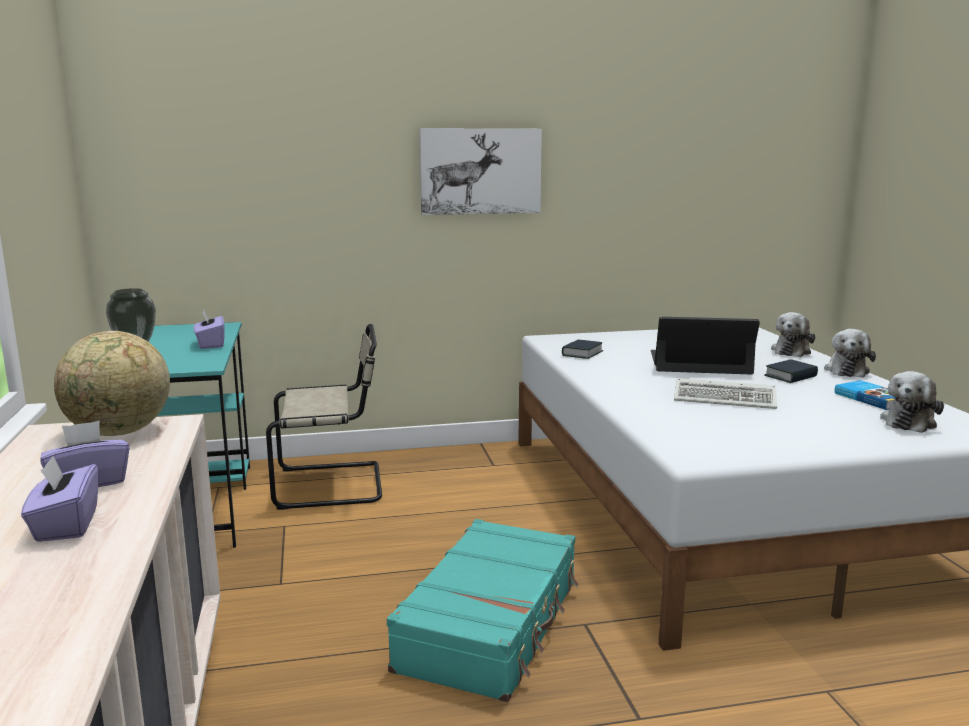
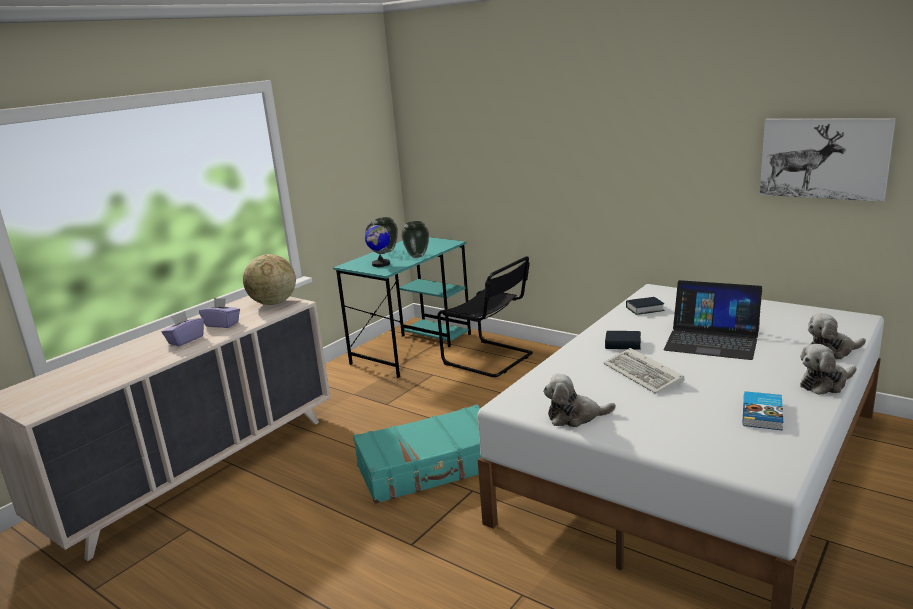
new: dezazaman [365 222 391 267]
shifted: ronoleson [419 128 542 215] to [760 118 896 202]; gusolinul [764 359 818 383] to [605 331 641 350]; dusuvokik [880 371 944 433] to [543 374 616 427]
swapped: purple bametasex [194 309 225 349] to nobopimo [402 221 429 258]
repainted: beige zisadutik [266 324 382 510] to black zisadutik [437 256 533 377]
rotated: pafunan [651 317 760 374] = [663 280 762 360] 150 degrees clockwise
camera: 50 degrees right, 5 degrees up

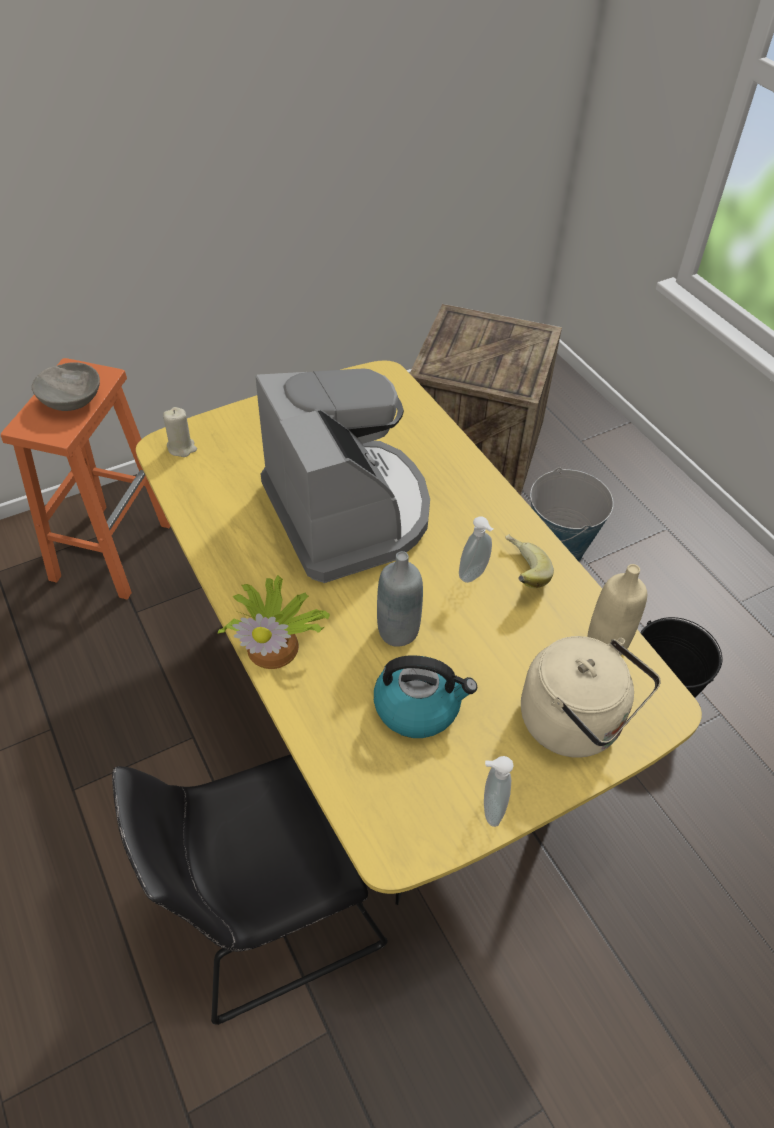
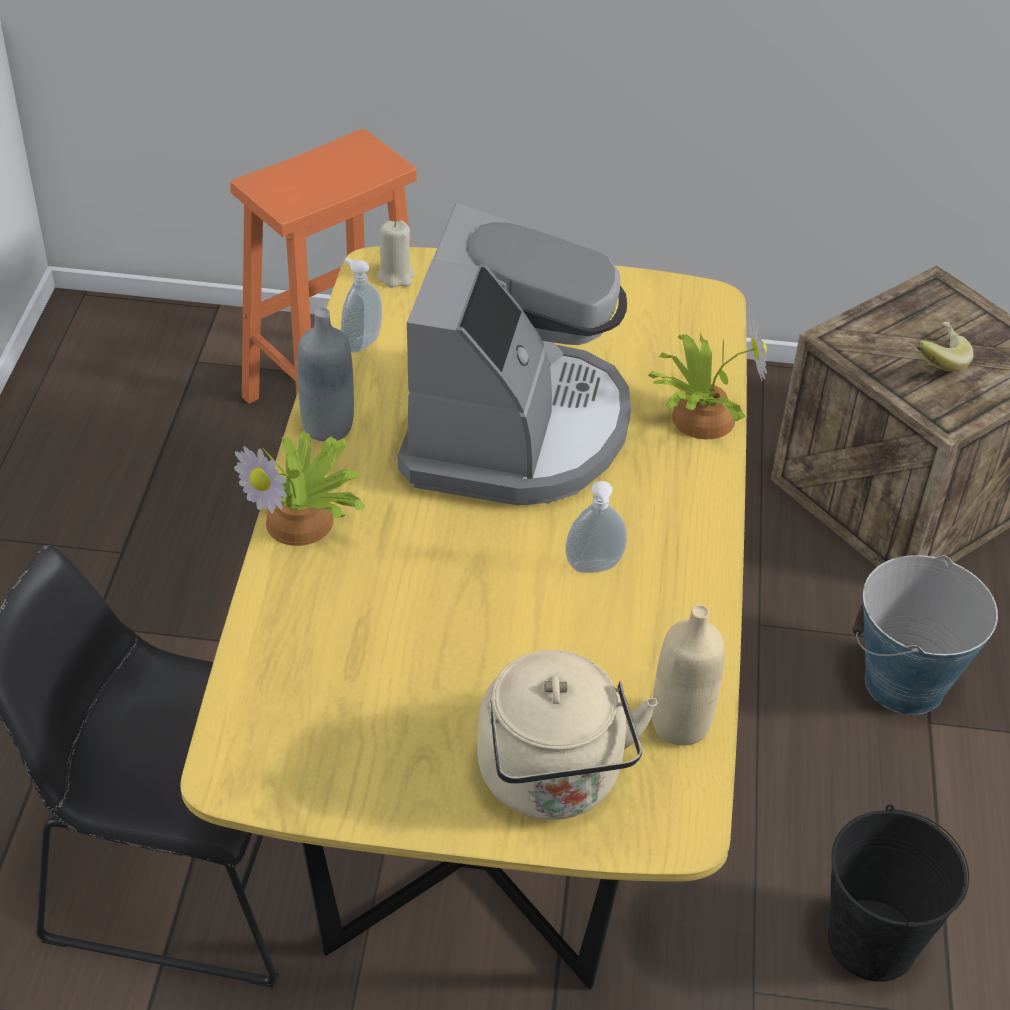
gone: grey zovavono [32 362 100 411]; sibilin [374 655 477 738]
new: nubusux [648 316 767 439]
shifted: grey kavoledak [377 551 423 647] to [297 308 354 442]; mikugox [484 756 514 827] to [341 258 382 353]; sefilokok [505 534 554 588] to [916 322 974 372]
camera: 35 degrees right, 5 degrees down

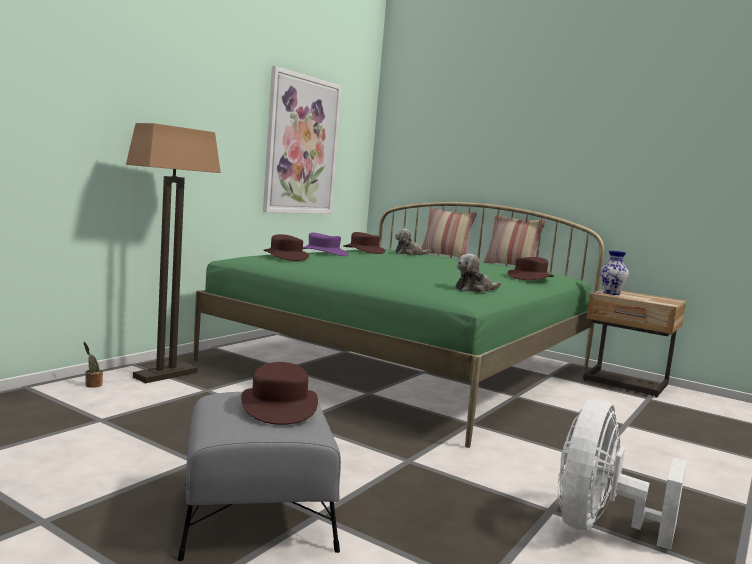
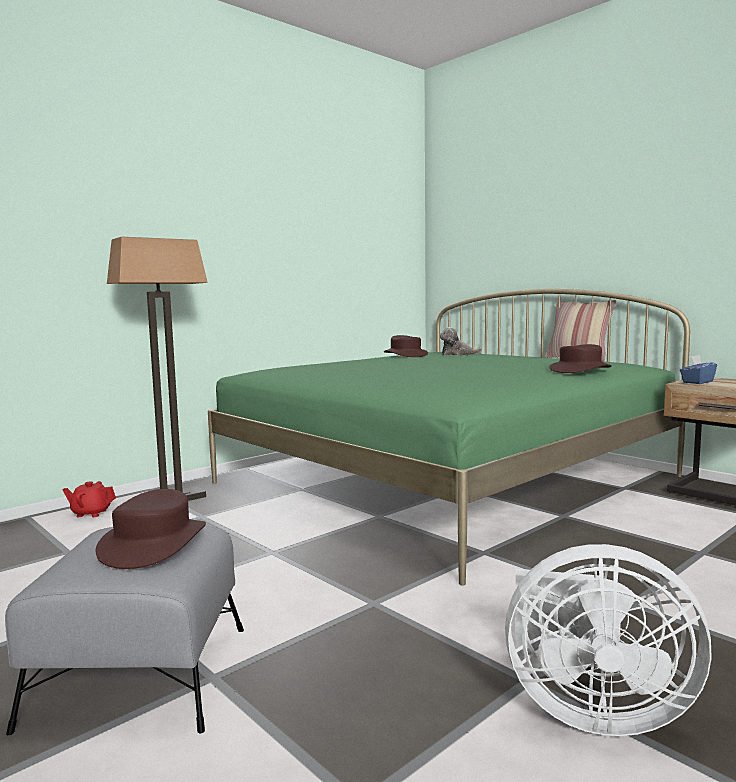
gone: ronoleson [263 66 342 214]; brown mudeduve [264 234 309 261]; purple mudeduve [303 233 349 256]; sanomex [421 208 477 258]; dusuvokik [455 254 501 292]
swapped: nubusux [84 342 103 388] to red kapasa [62 481 116 517]; nobopimo [600 250 629 295] to blue bametasex [680 355 717 384]
rotated: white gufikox [558 399 687 550] = [505 544 711 736] 120 degrees counterclockwise
camera: 15 degrees right, 0 degrees up

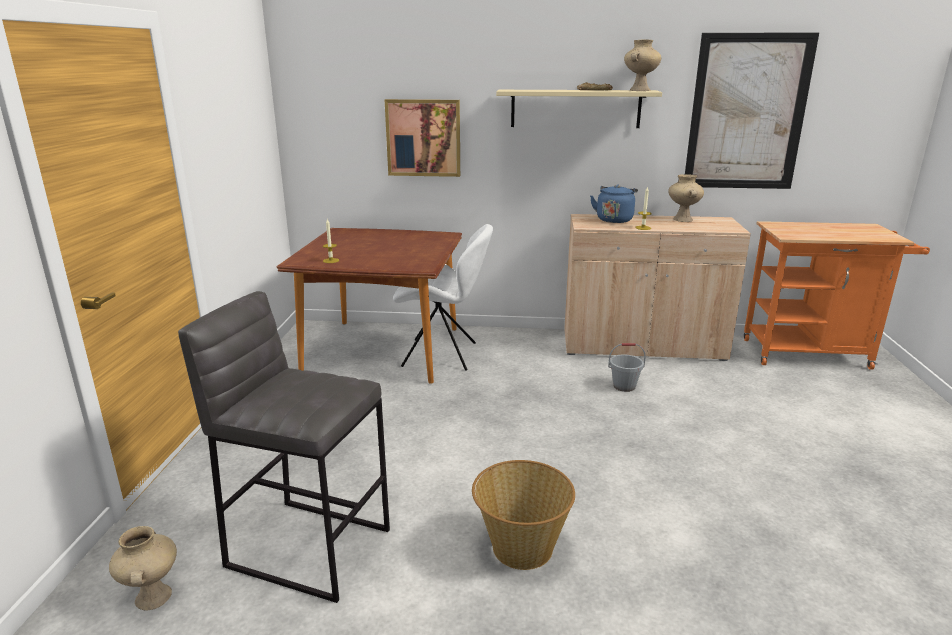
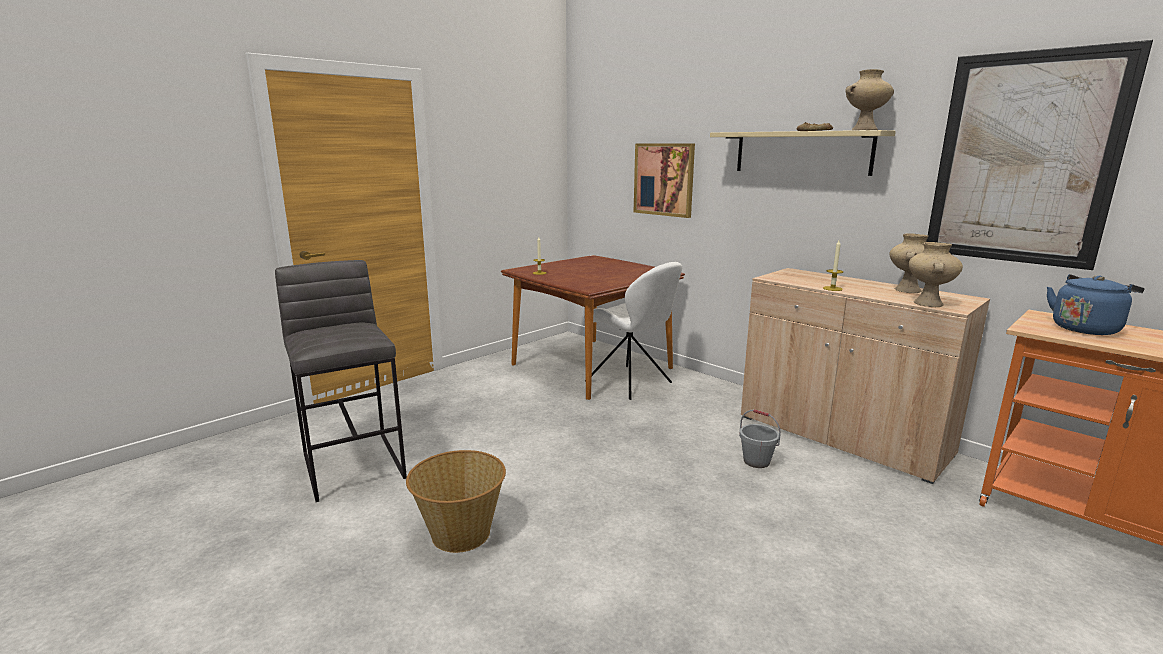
shifted: beige nobopimo [109 526 177 611] to [908 242 963 307]; blue sibilin [590 185 638 223] to [1047 274 1145 335]
camera: 40 degrees right, 5 degrees down

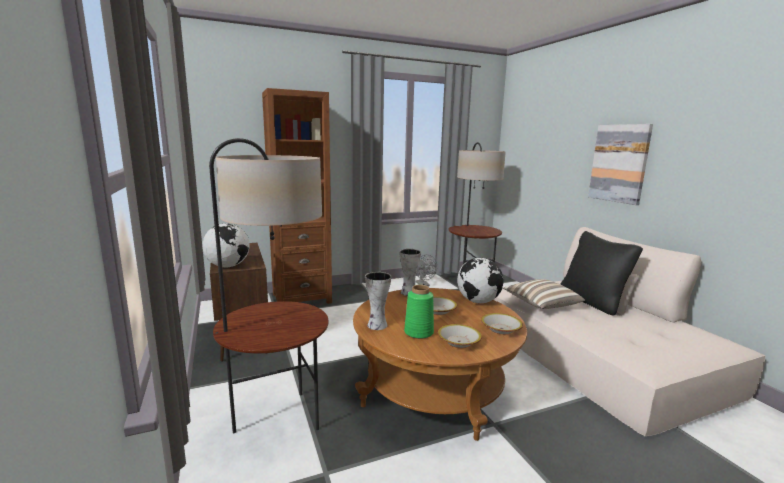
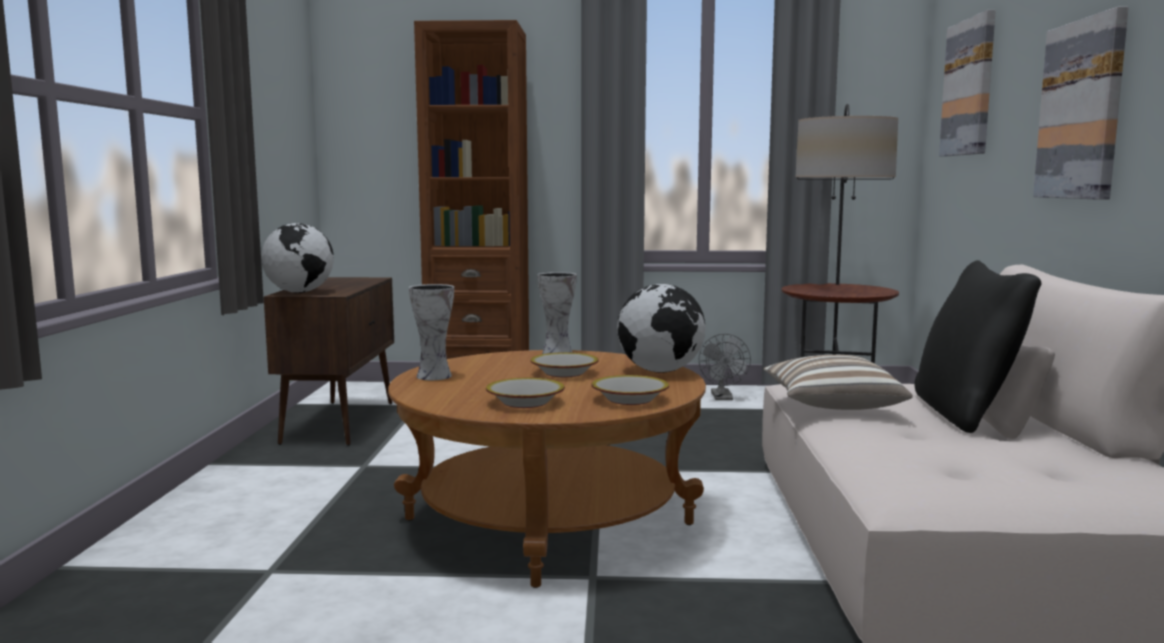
gone: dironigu [209 138 329 433]; green nobopimo [404 285 434 339]
new: ronoleson [939 10 996 157]
camera: 25 degrees right, 5 degrees down

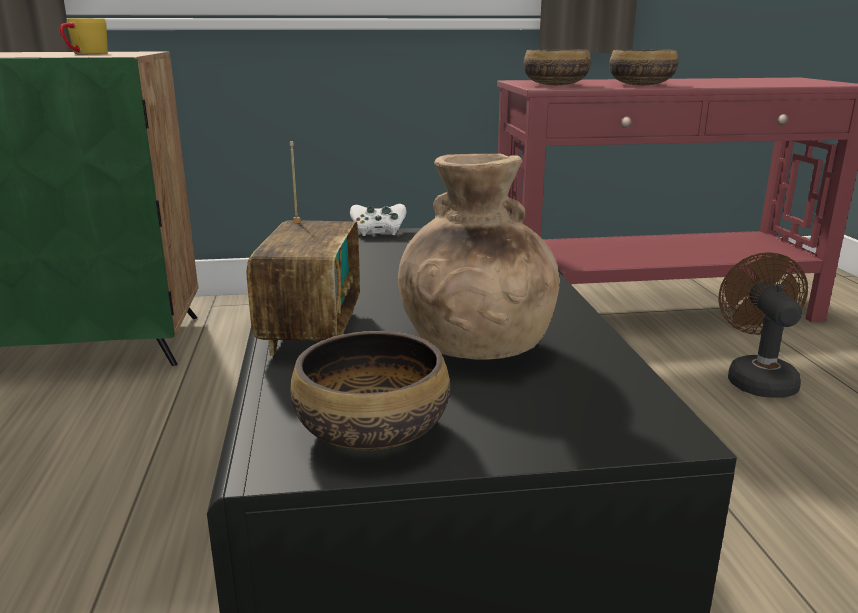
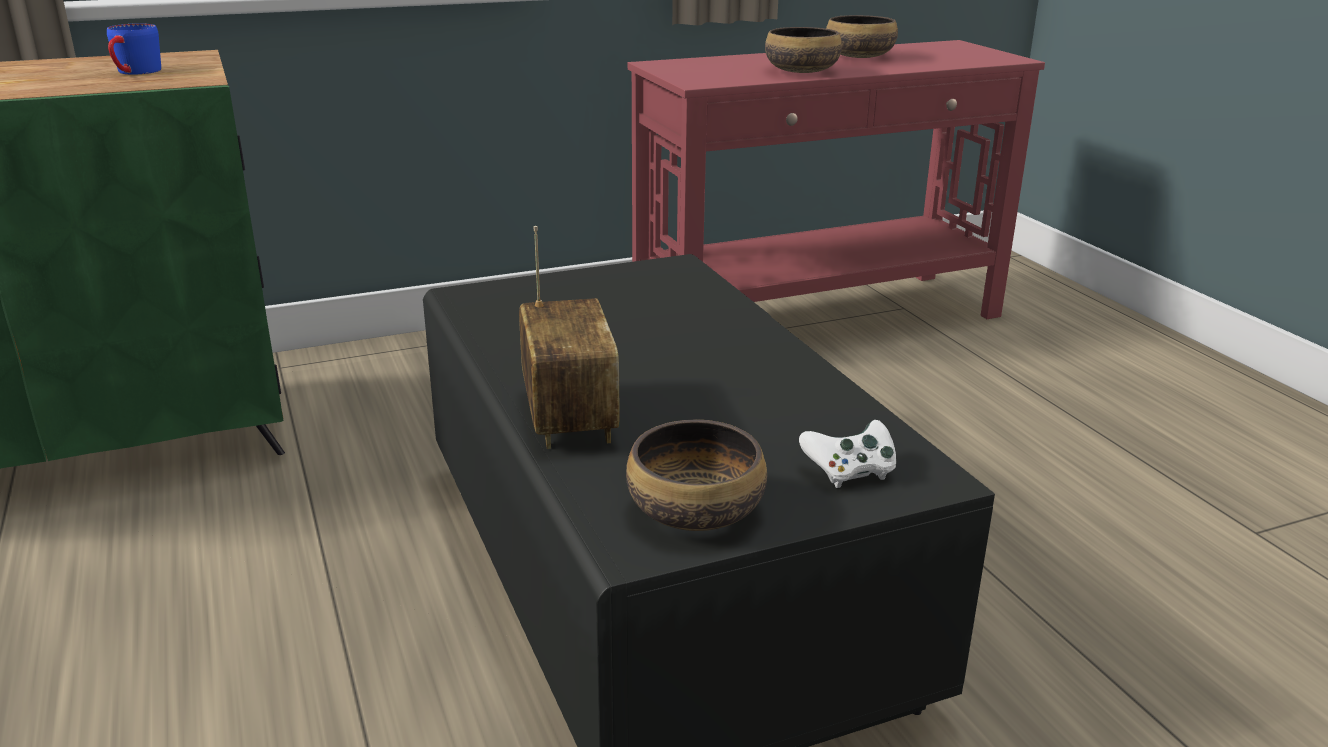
gone: brown nobopimo [398 154 560 360]; brown gufikox [719 252 808 398]
shifted: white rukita [350 204 406 236] to [799 420 896 488]; zovavono [523 49 591 85] to [826 15 898 58]
repainted: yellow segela [60 18 108 54] to blue segela [107 23 161 75]
camera: 15 degrees left, 5 degrees up

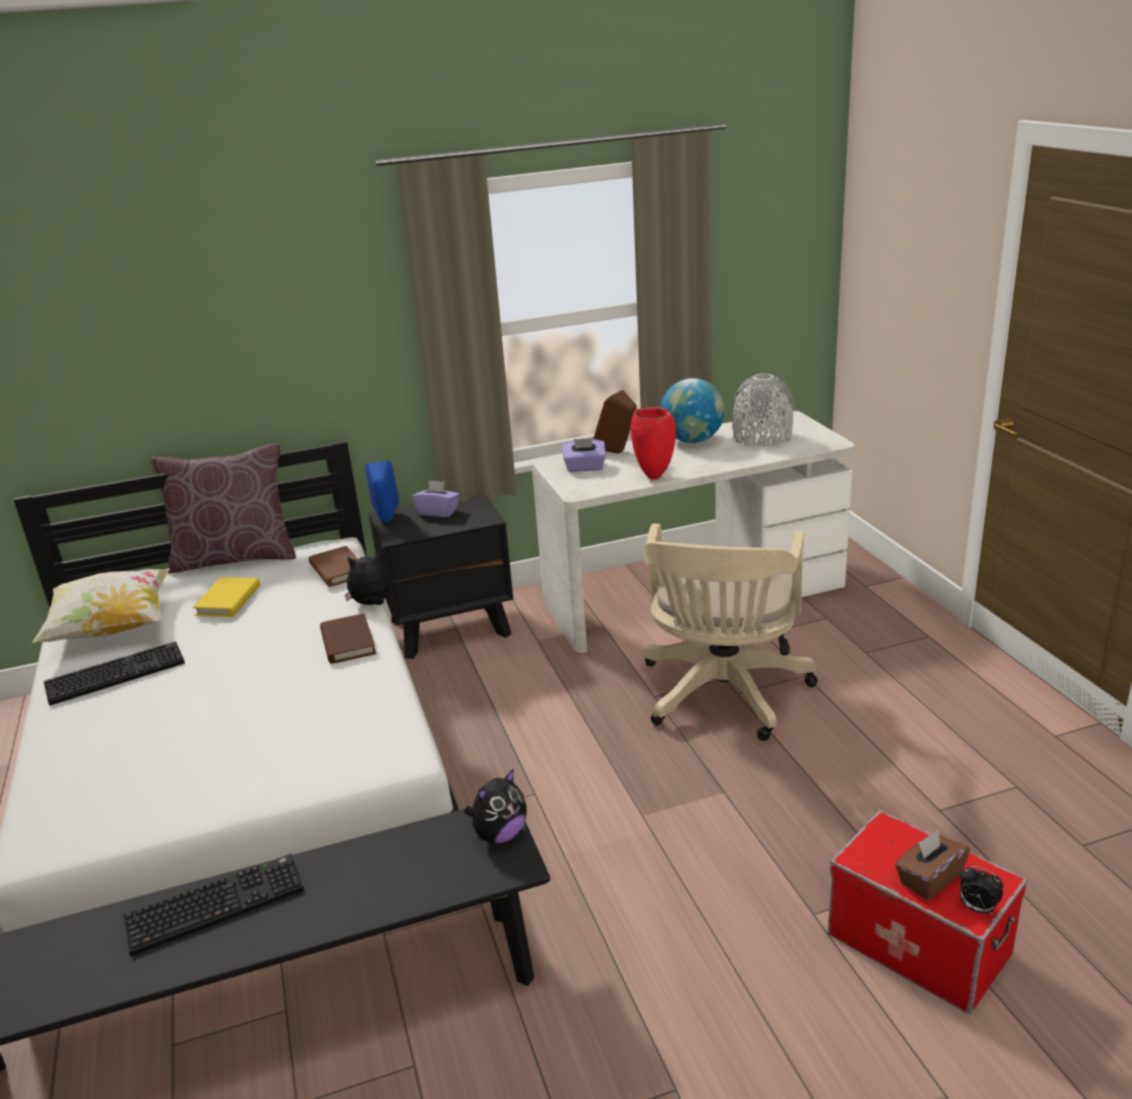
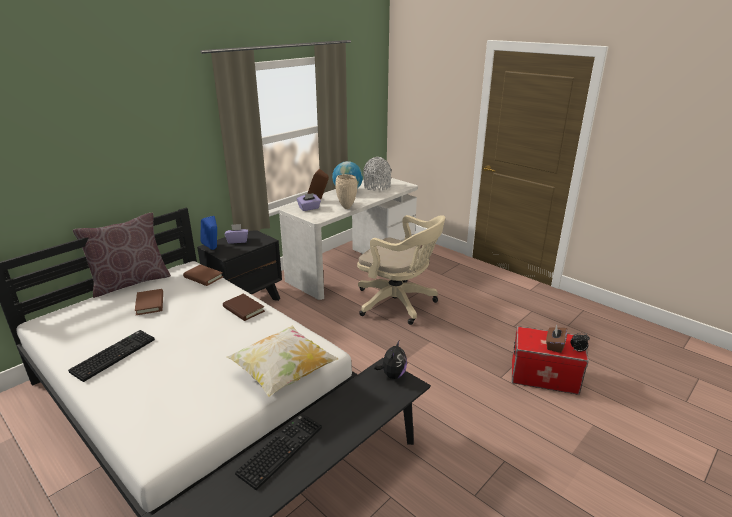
gone: dusuvokik [345 552 391 605]
shifted: sanomex [32 568 170 643] to [227 326 339 397]
repainted: yellow gusolinul [193 577 260 617] to brown gusolinul [135 289 163 315]; red nobopimo [630 407 676 480] to beige nobopimo [335 174 358 209]
rotated: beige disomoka [642 524 818 741] = [357 215 445 325] 45 degrees counterclockwise
camera: 30 degrees left, 0 degrees up

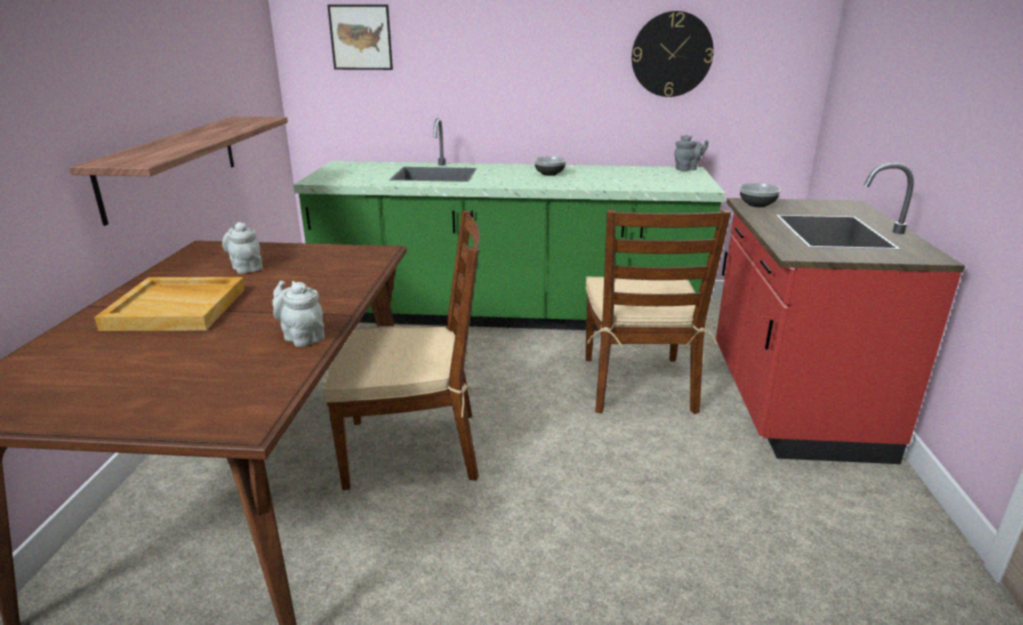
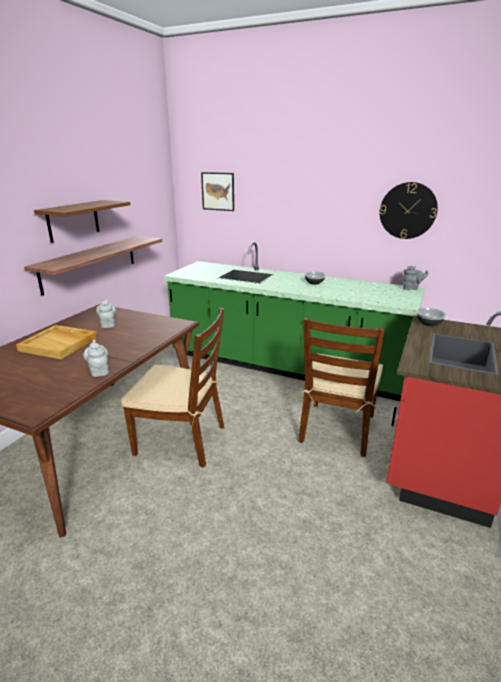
new: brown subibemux [34 200 130 243]
camera: 20 degrees right, 0 degrees up

